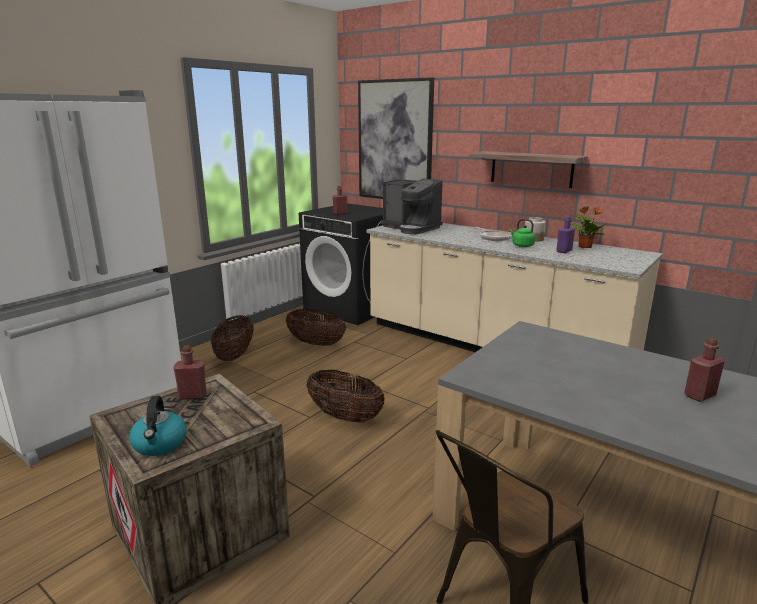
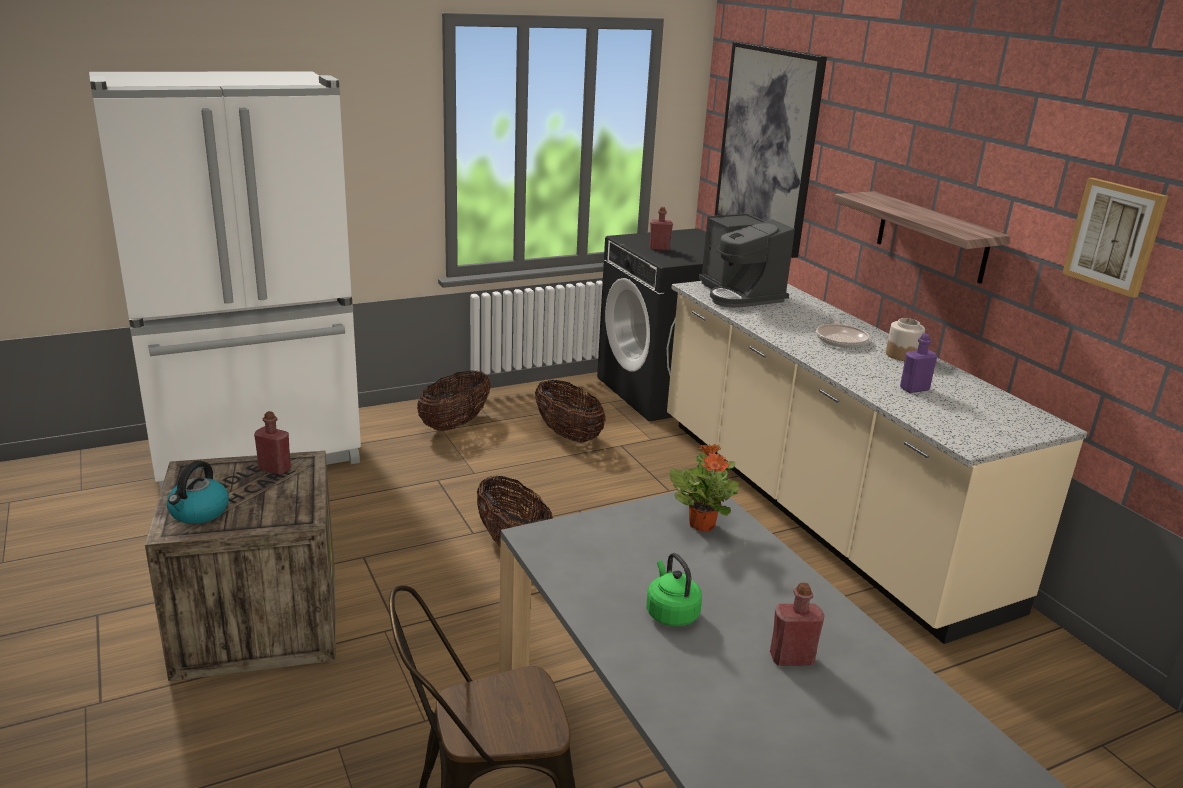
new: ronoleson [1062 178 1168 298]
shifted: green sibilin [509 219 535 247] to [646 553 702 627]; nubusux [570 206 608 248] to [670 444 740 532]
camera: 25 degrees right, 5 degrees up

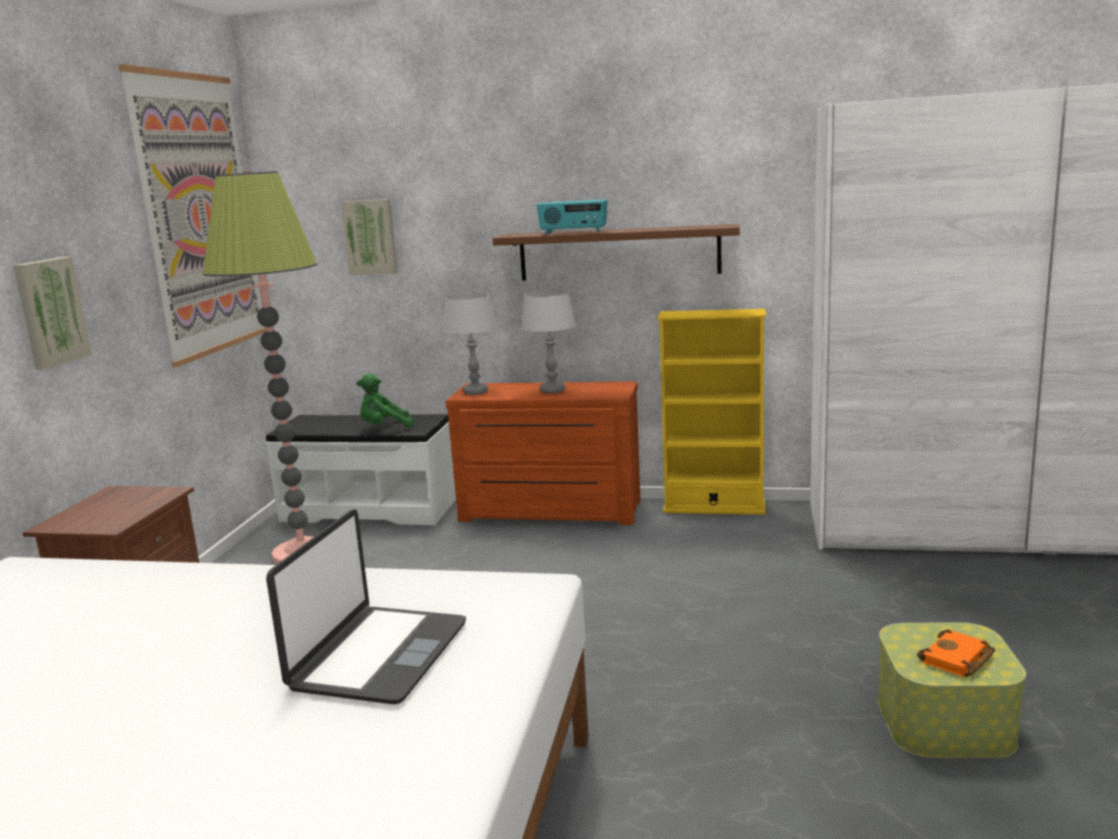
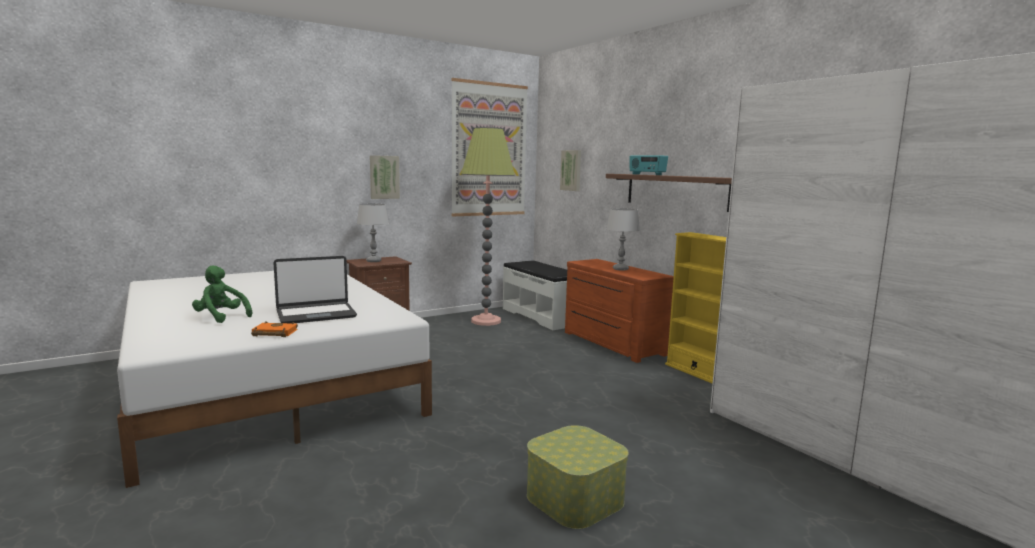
shifted: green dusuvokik [356 374 414 428] to [192 265 252 323]; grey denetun [443 293 497 395] to [357 204 389 262]; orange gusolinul [917 629 995 677] to [251 321 298 337]
camera: 45 degrees right, 5 degrees down

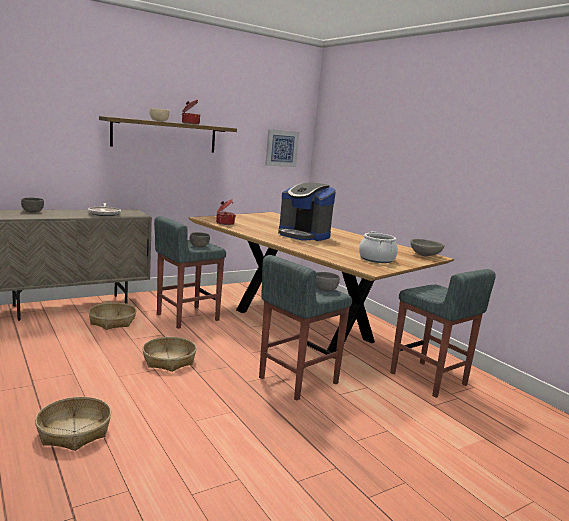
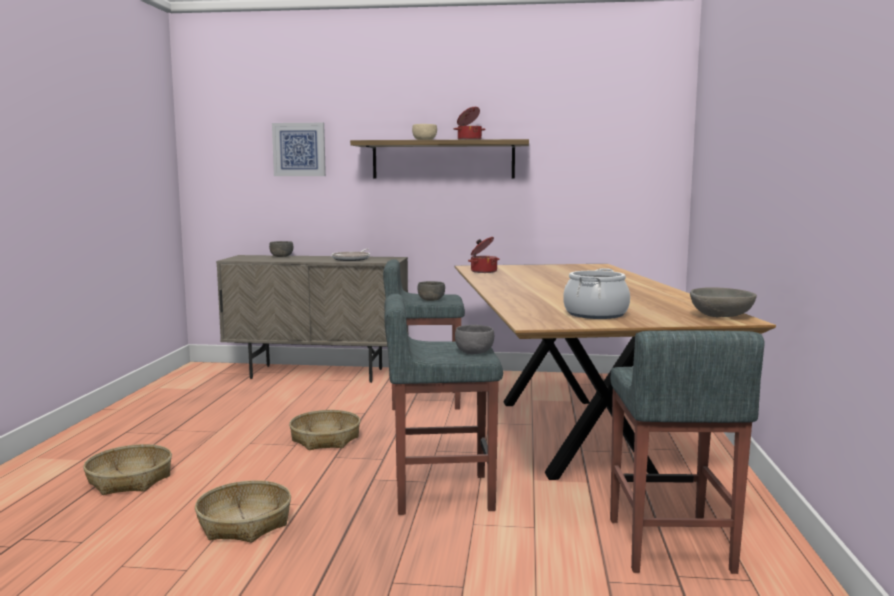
gone: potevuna [278 182 336 241]
shifted: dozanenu [88 302 136 330] to [195 480 291 542]; ronoleson [265 129 299 167] to [272 123 326 176]
camera: 40 degrees right, 5 degrees down

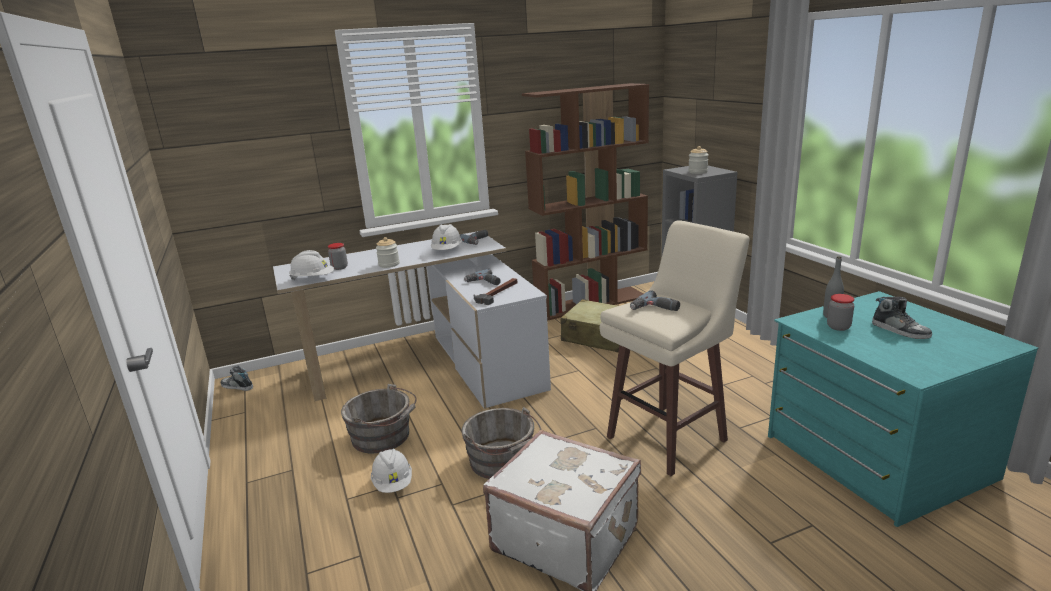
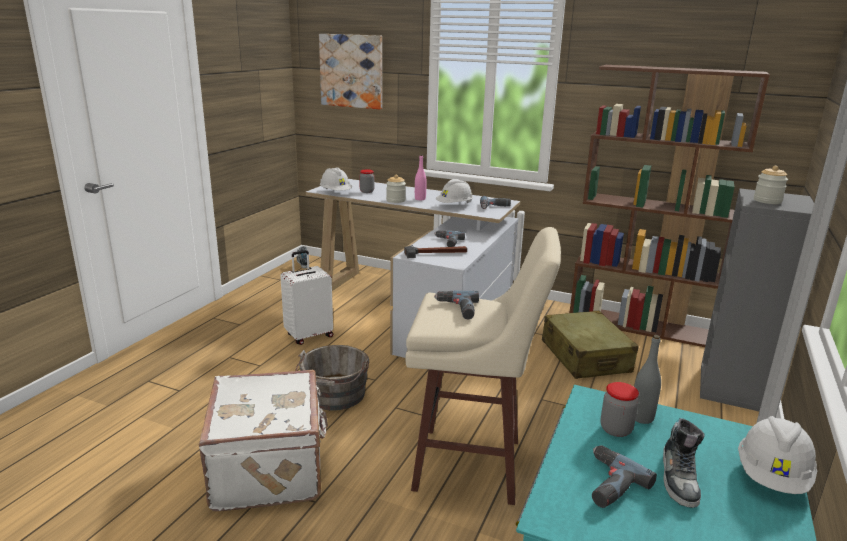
new: ronoleson [319 34 382 109]; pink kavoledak [415 155 427 200]; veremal [592 445 657 508]
shifted: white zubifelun [371 449 412 493] to [738 416 817 494]
swapped: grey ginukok [341 384 417 453] to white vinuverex [280 250 333 345]
camera: 45 degrees right, 0 degrees up

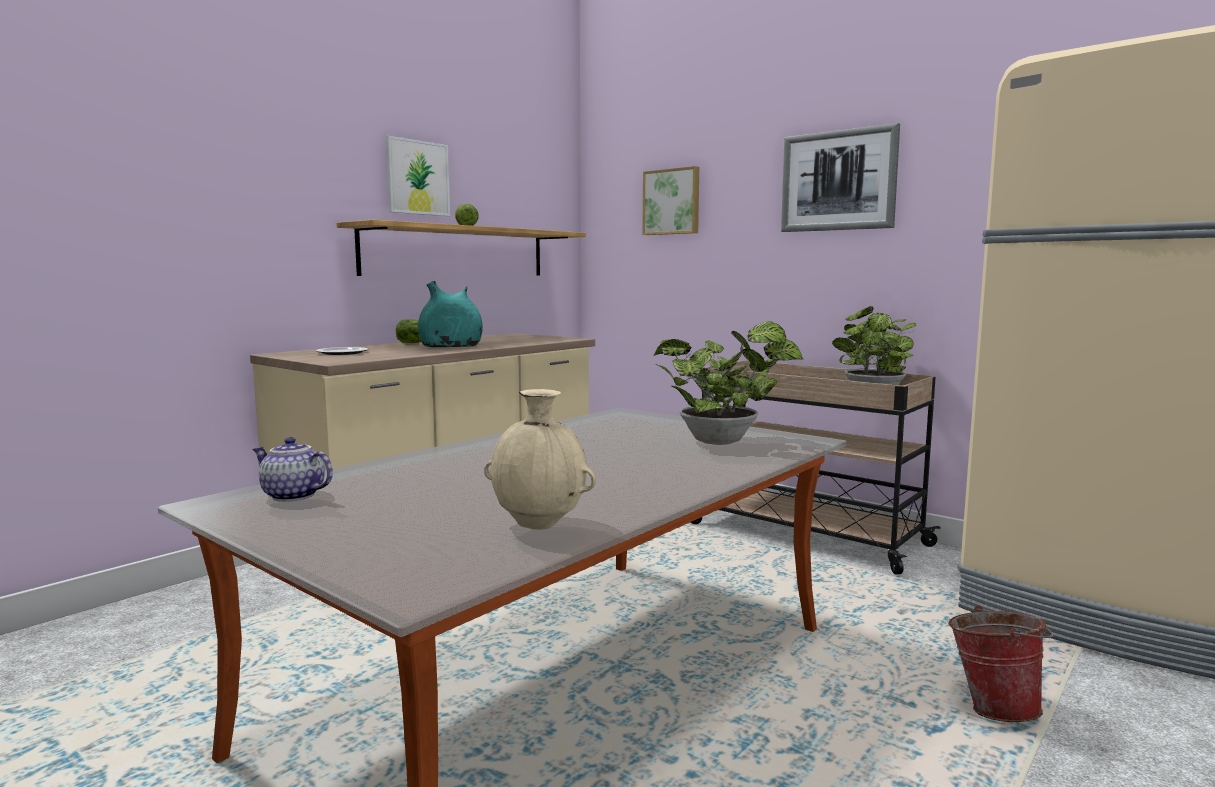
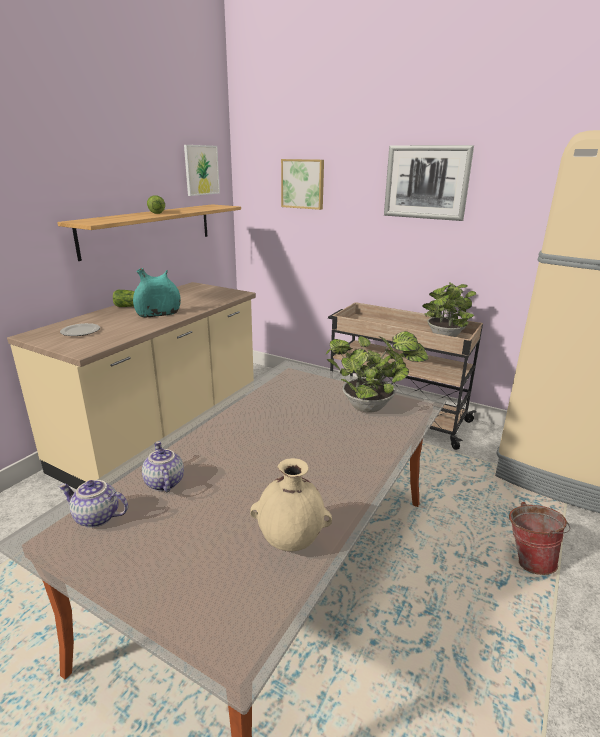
new: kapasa [142 441 184 492]
shifted: ronoleson [386 136 450 216] to [184 145 220 196]
camera: 10 degrees left, 15 degrees up

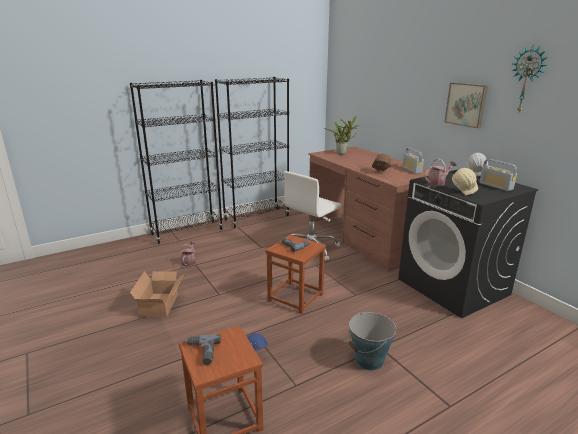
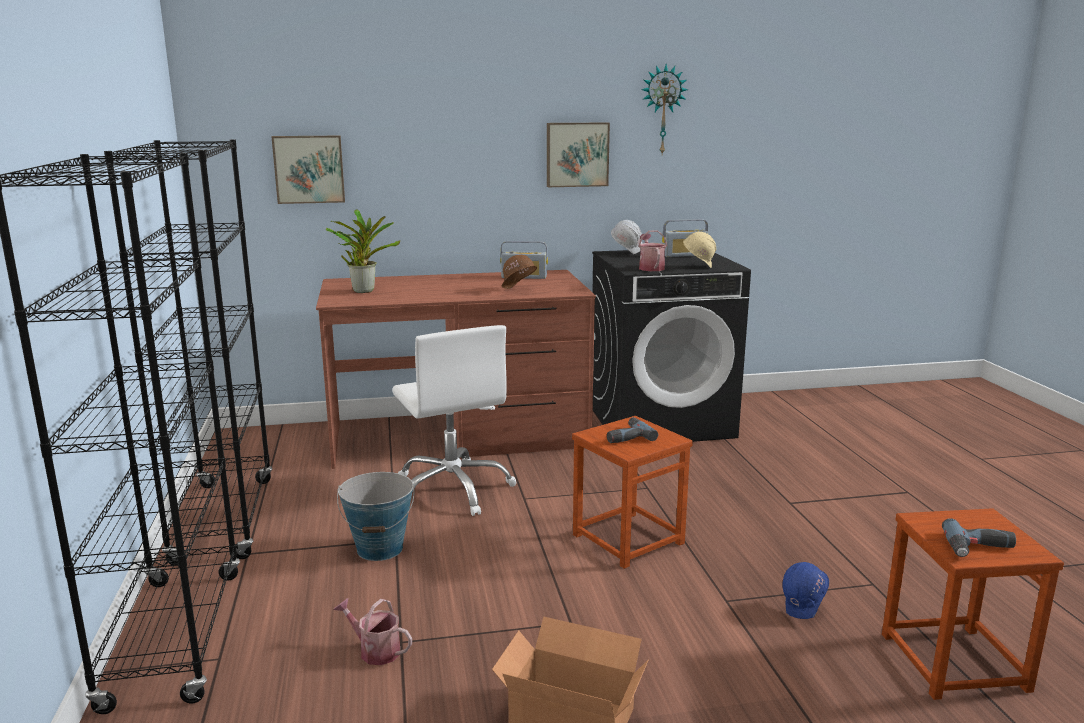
new: ronoleson [271 136 345 204]
shifted: ginukok [348 312 396 371] to [337 472 415 561]
camera: 70 degrees left, 5 degrees down

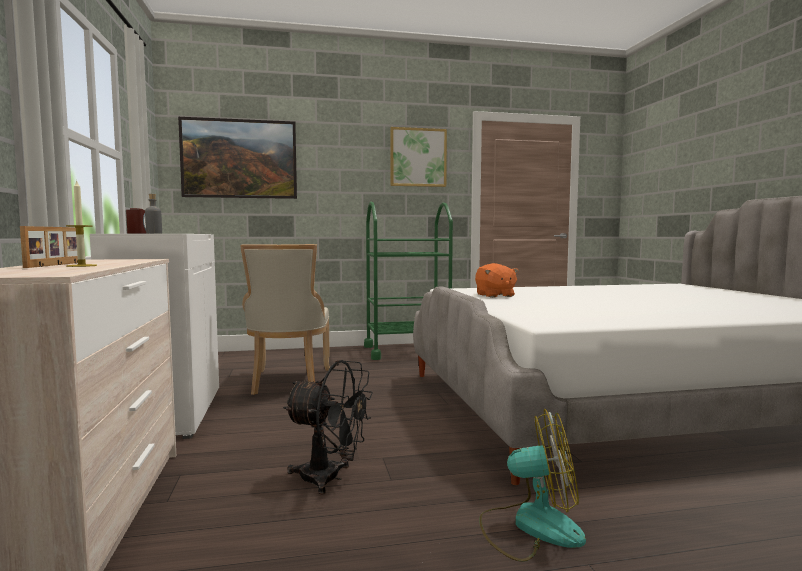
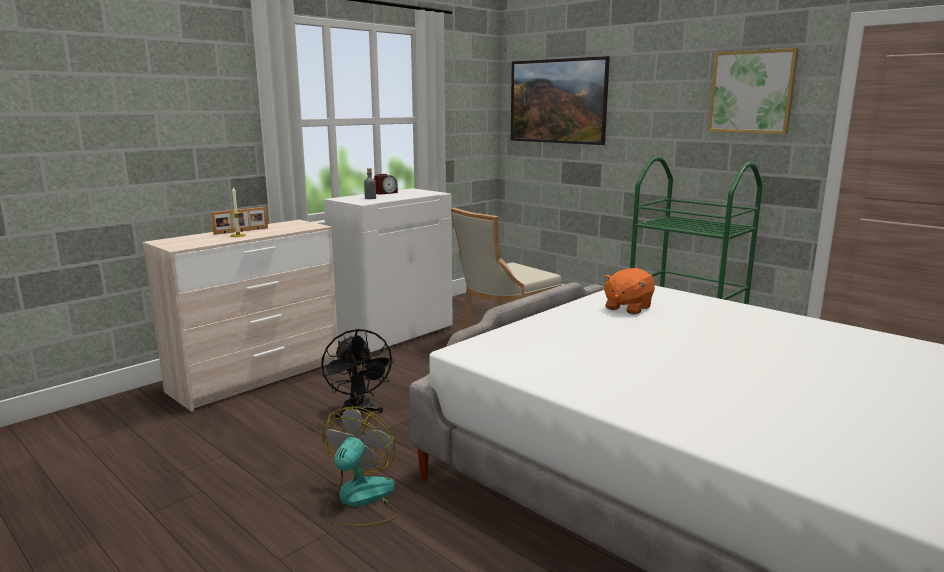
rotated: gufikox [479 409 586 562] = [322 407 398 526] 135 degrees counterclockwise
camera: 55 degrees right, 10 degrees up

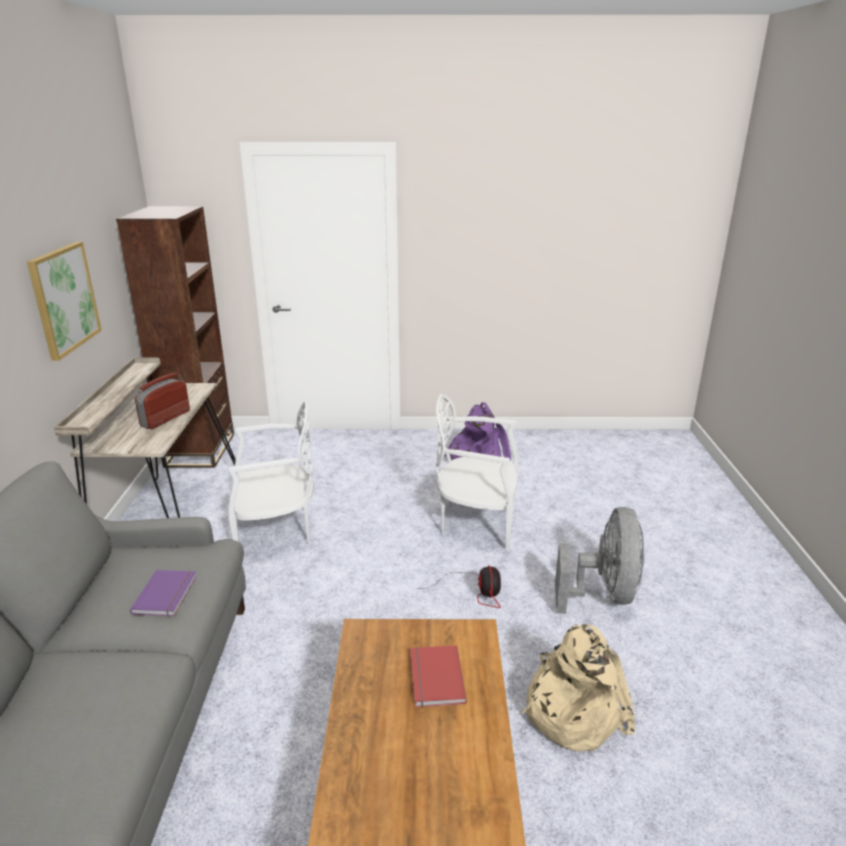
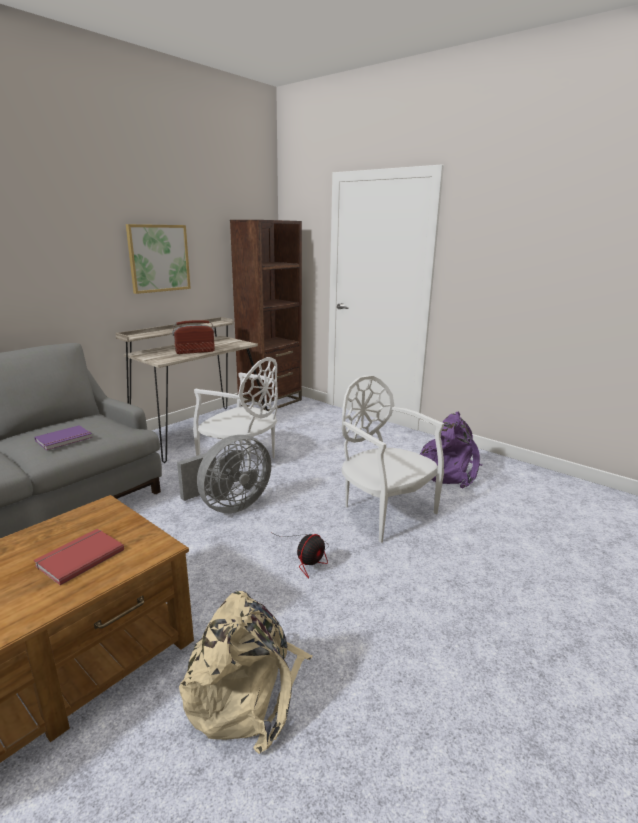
shifted: grey gufikox [555 507 644 614] to [177 435 271 513]
camera: 40 degrees right, 5 degrees down

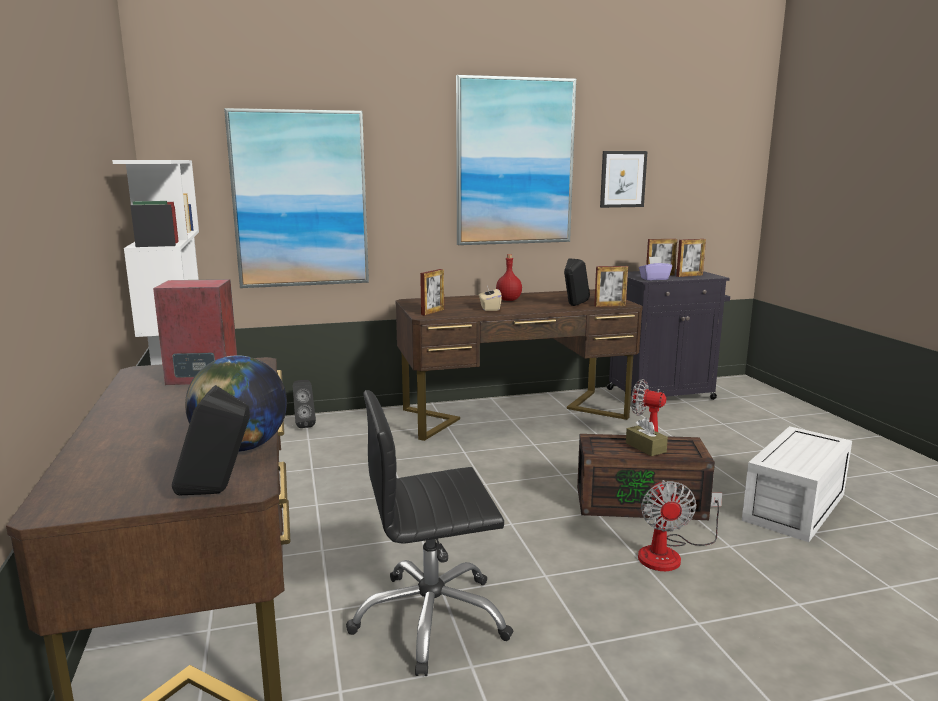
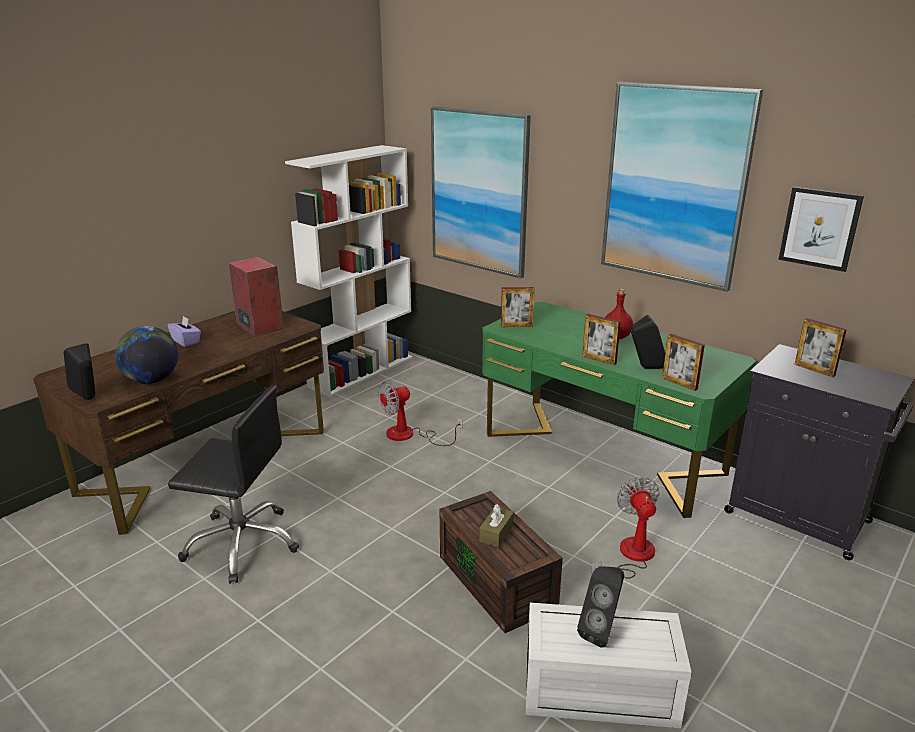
gone: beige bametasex [479 286 502 311]
shifted: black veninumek [293 380 316 428] to [577 566 624 648]; gufikox [638 480 722 571] to [378 382 462 446]; purple bametasex [639 256 672 280] to [167 316 201 347]; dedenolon [676 239 706 277] to [582 314 621 365]
repainted: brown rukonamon [396 289 643 441] to green rukonamon [482 302 756 518]
rotated: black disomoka [346 390 513 676] = [168 385 299 583] 150 degrees clockwise
camera: 55 degrees right, 10 degrees up

